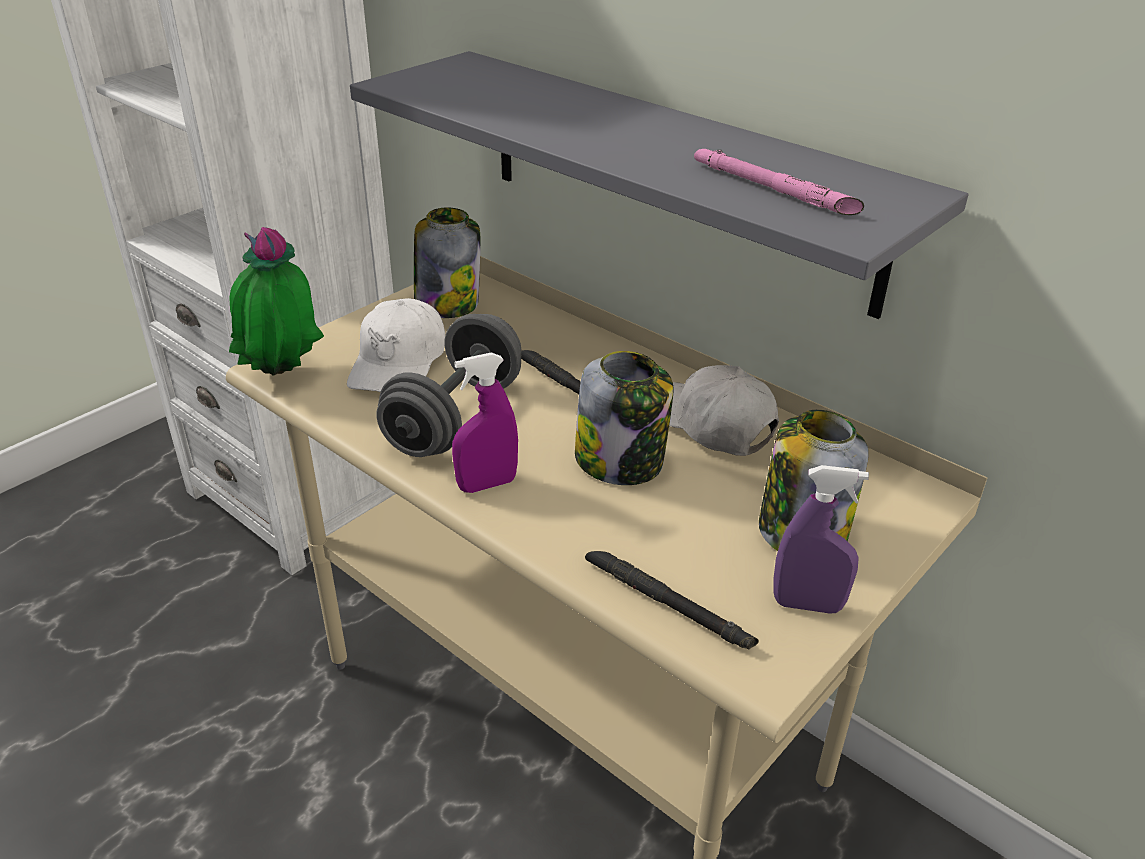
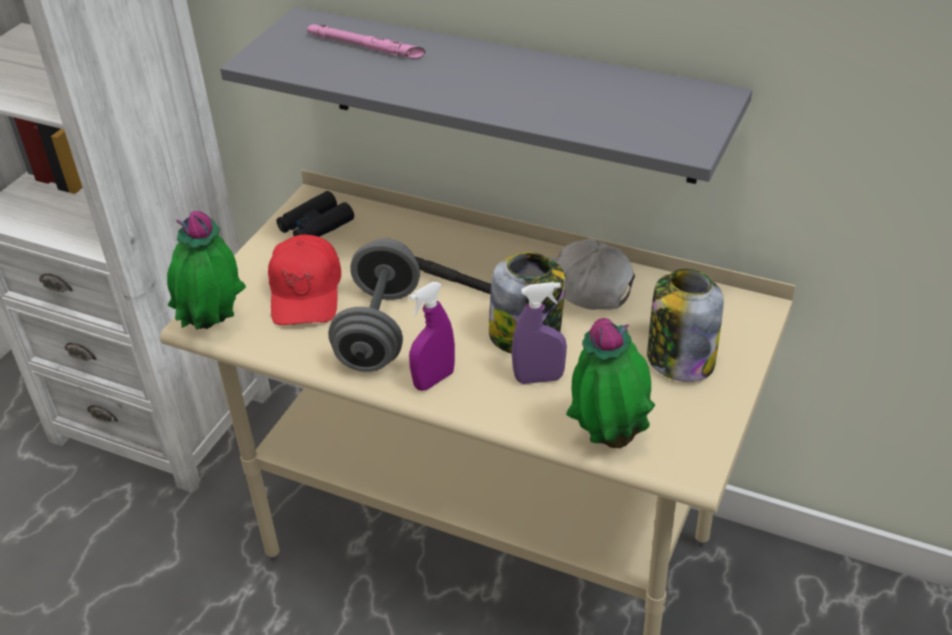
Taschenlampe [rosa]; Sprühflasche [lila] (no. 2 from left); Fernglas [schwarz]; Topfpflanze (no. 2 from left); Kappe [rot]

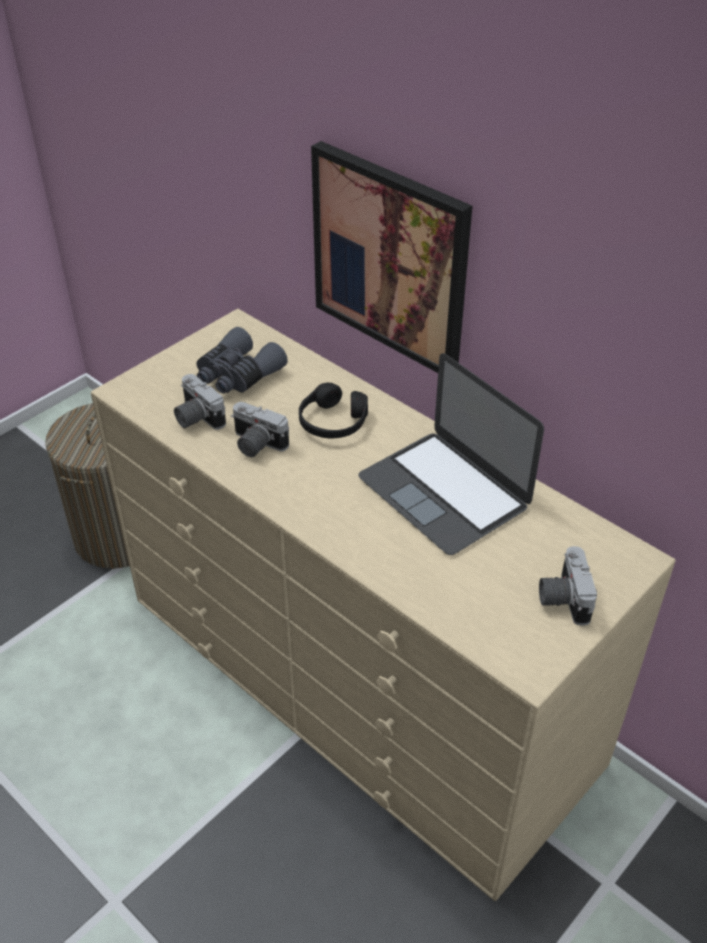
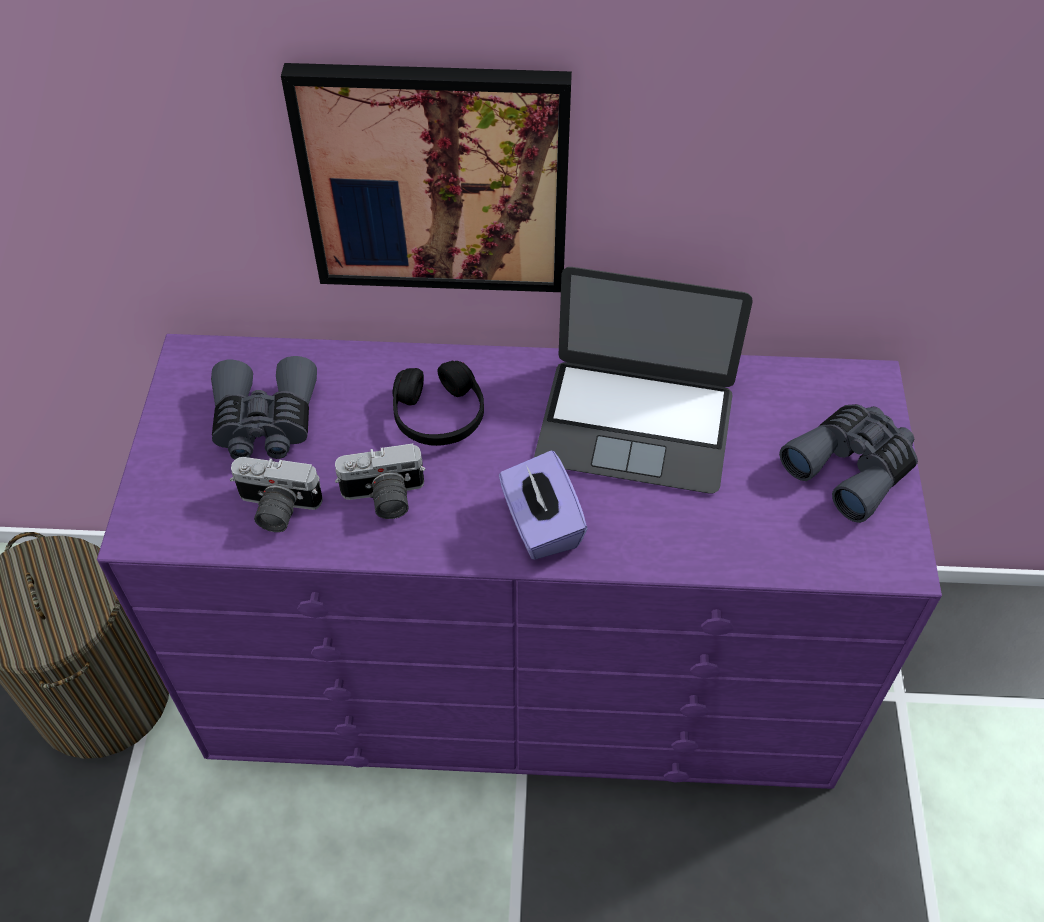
Taschentuchbox [lila]; Fernglas [grau] (no. 2 from left); Kommode [lila]

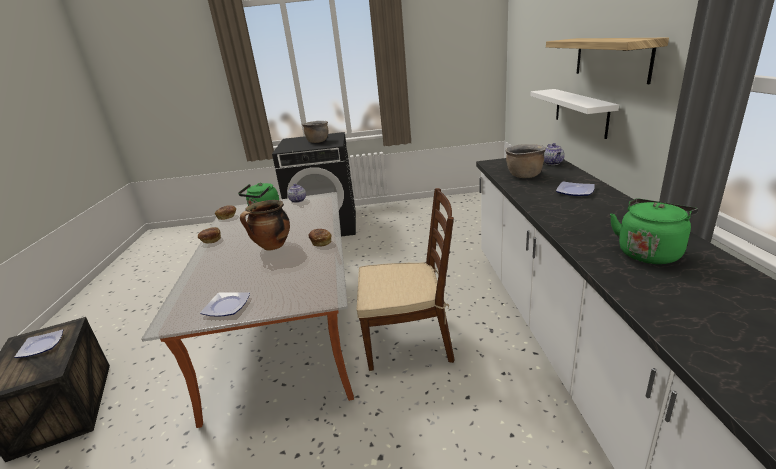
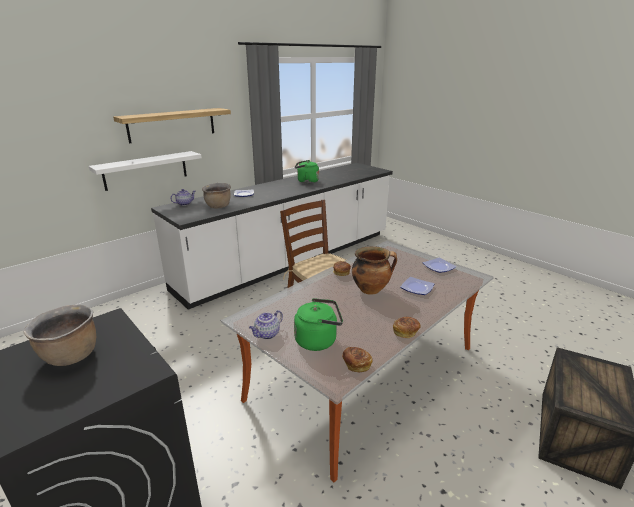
Teller (no. 2 from left)

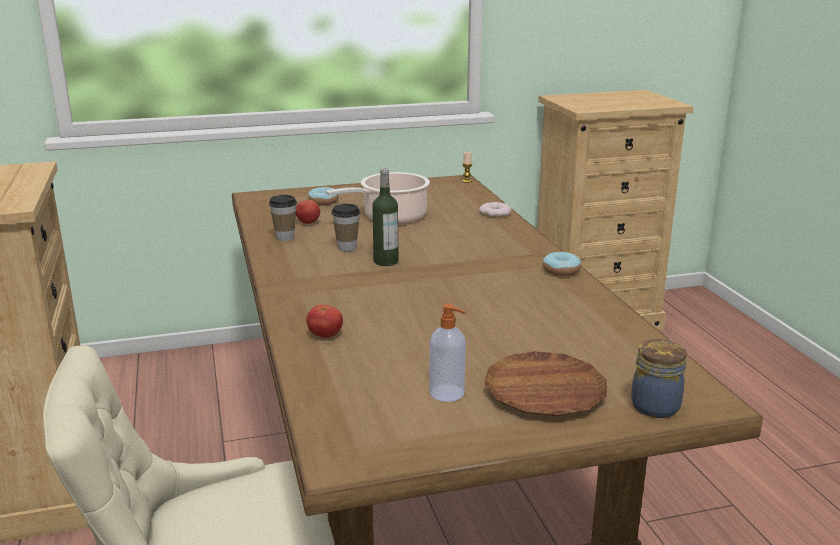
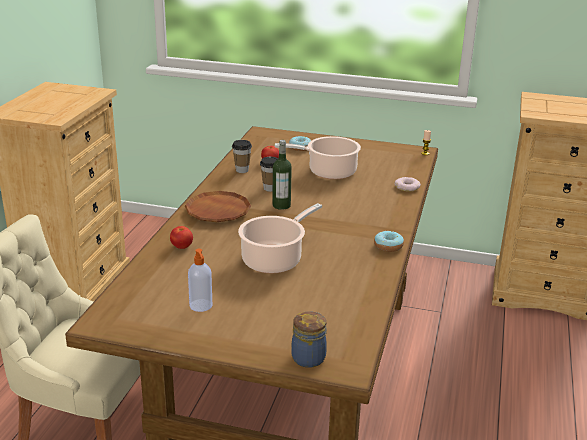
Kochtopf (no. 1 from left); Teller [braun]

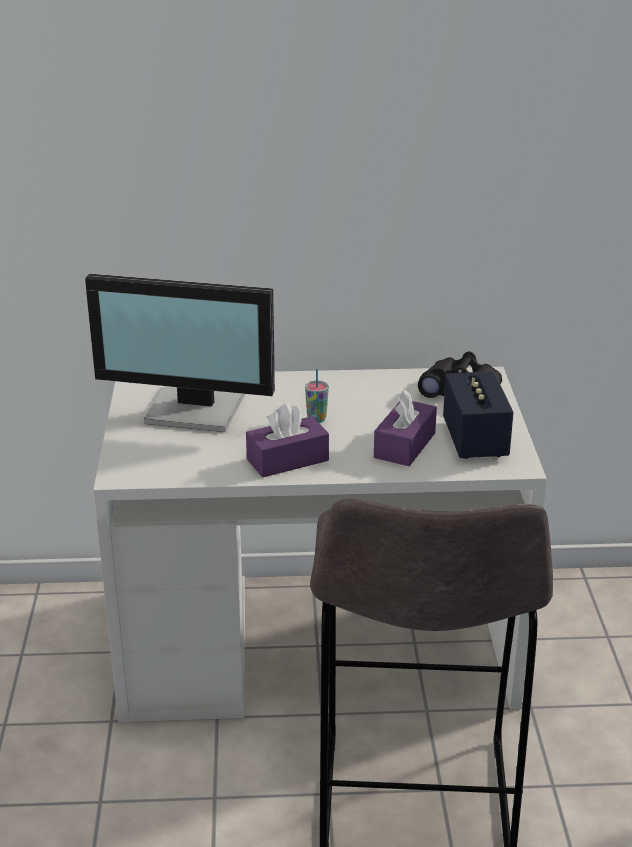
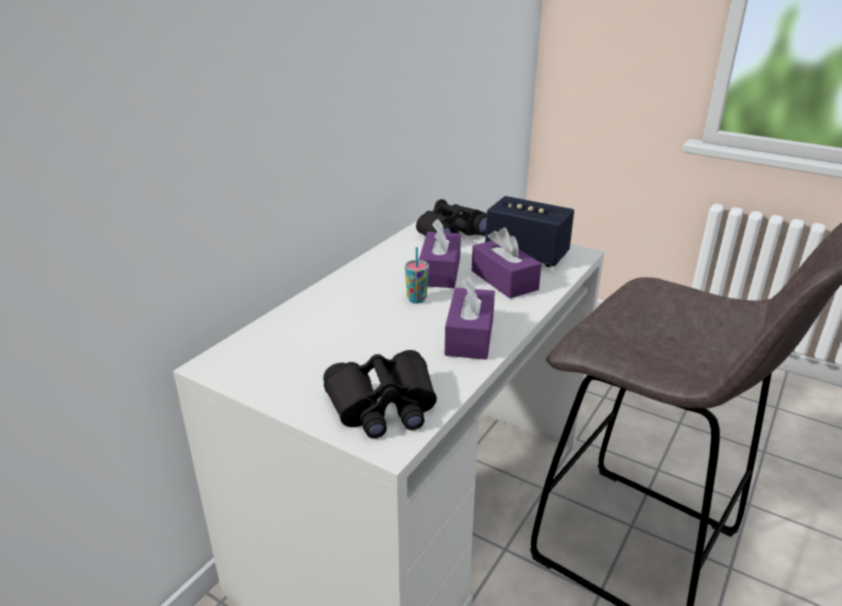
Monitor; Fernglas [schwarz] (no. 1 from left); Taschentuchbox [lila] (no. 1 from left)

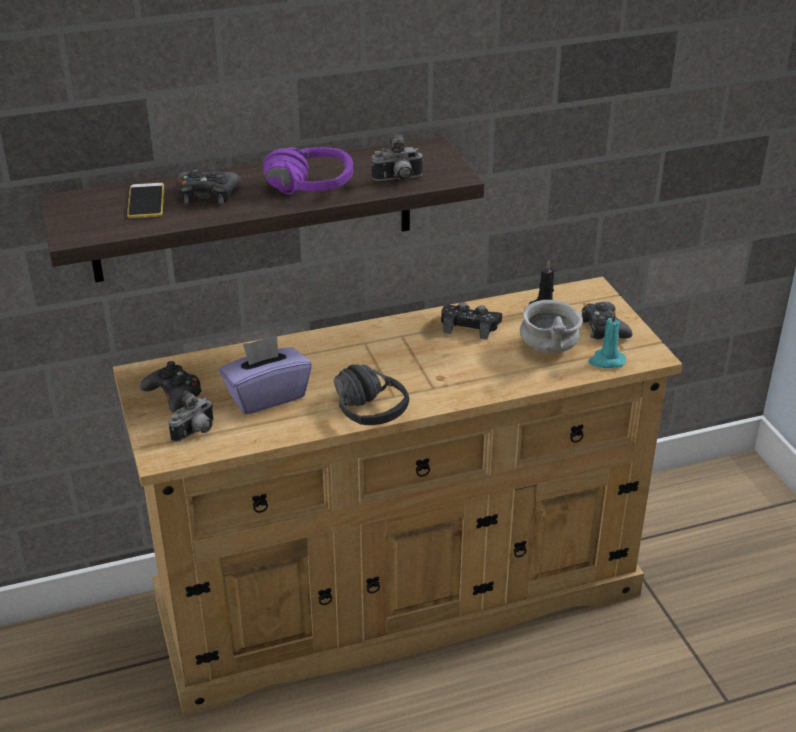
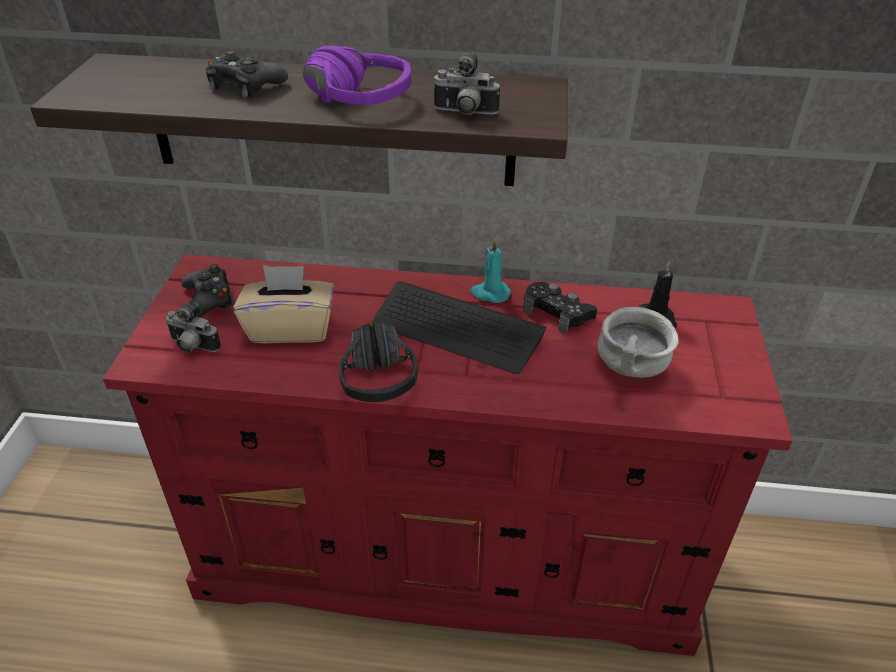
Handy; Gamepad [schwarz] (no. 4 from left in the first image); Tastatur; Kerze [türkis]; Kommode [rot]; Taschentuchbox [beige]; Kamera (no. 1 from left)

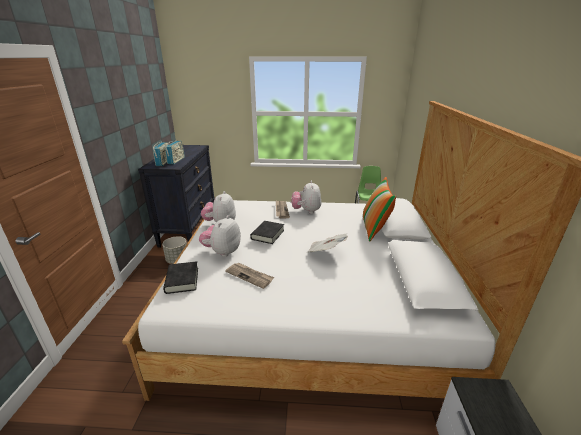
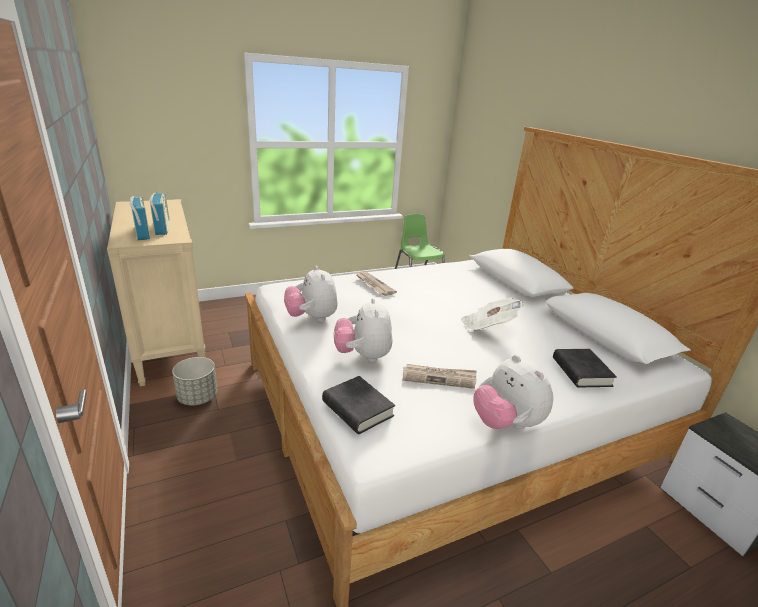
Kissen; Buch [schwarz] (no. 2 from left); Plüschtier (no. 3 from left); Kommode [beige]

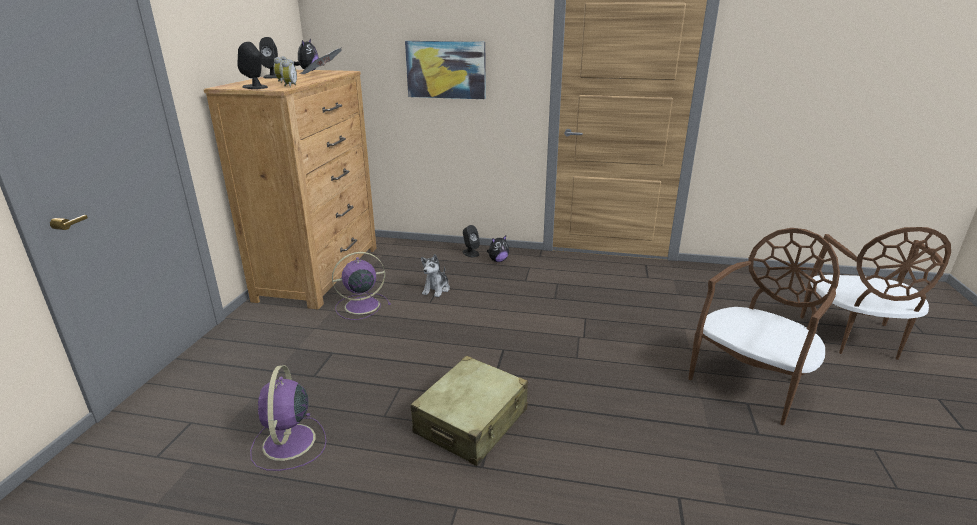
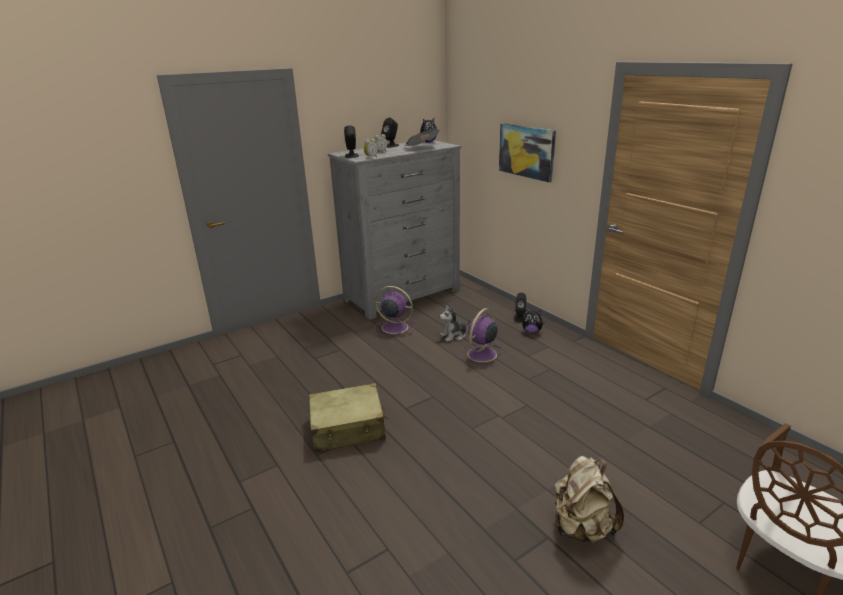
Ventilator [lila] (no. 2 from left); Rucksack [beige]; Kommode [grau]

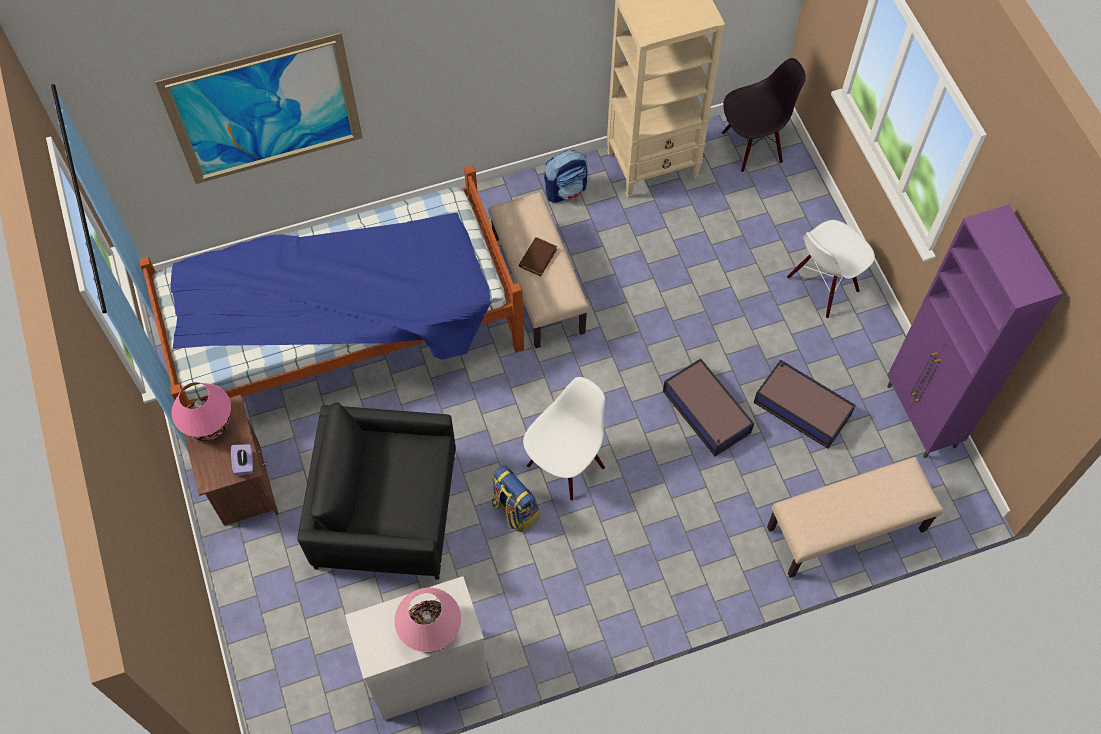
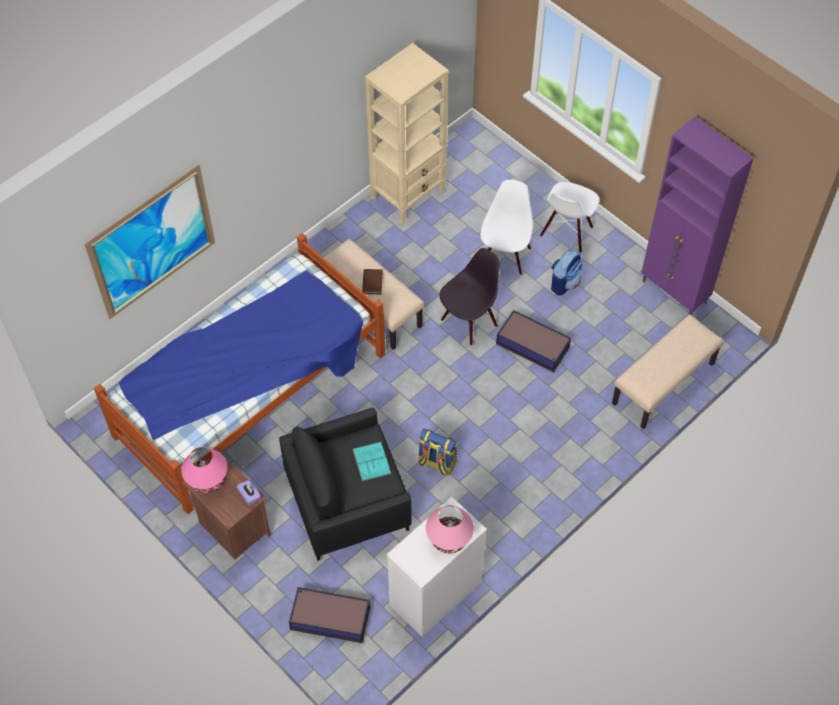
Buch [türkis]; Stuhl [weiß] (no. 1 from left); Rucksack (no. 2 from left); Stuhl [schwarz]; Aufbewahrungsbox (no. 1 from left)

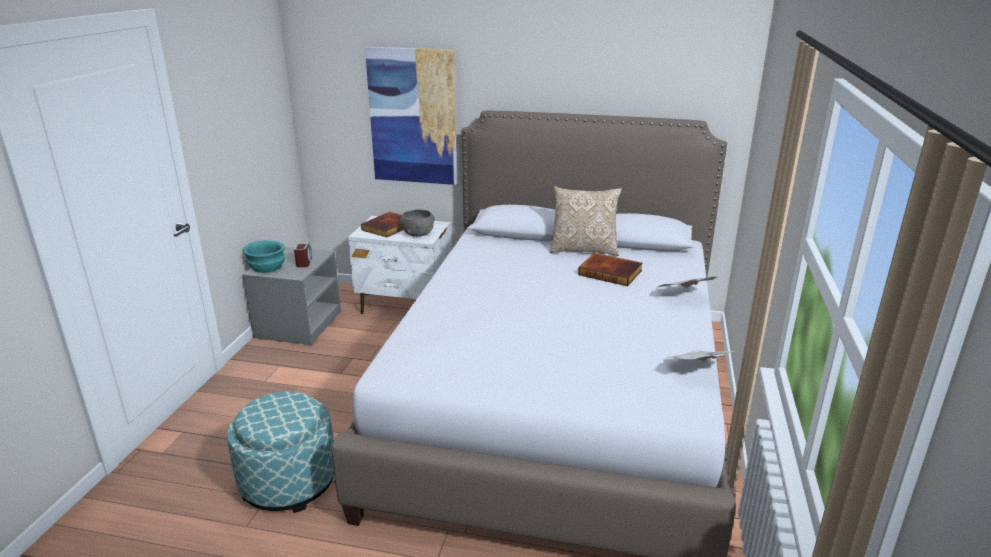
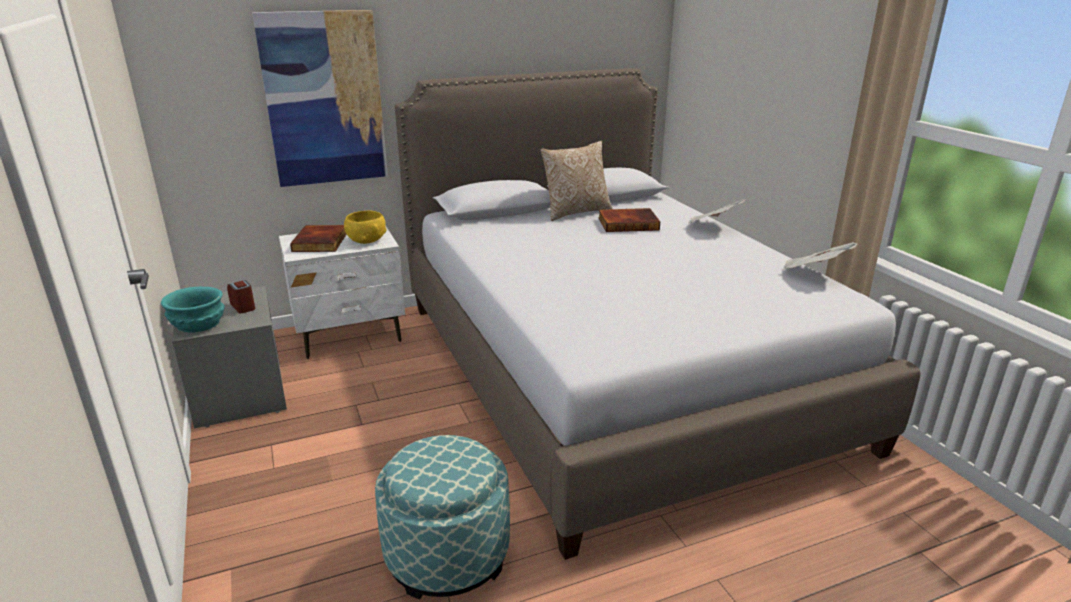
Schüssel [gelb]

